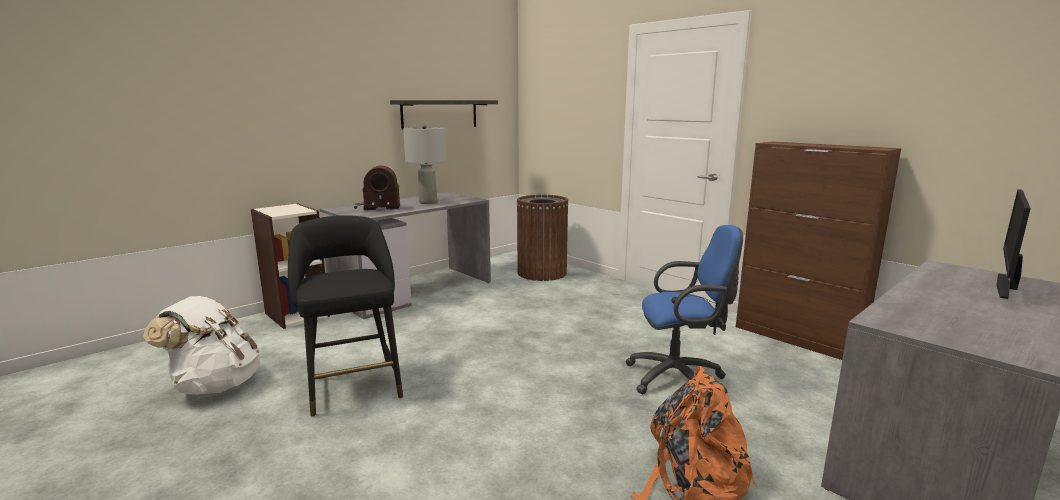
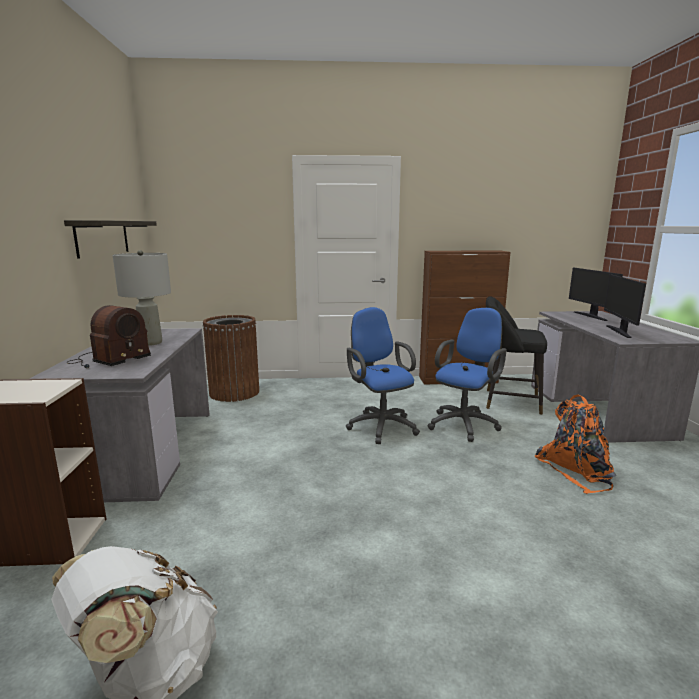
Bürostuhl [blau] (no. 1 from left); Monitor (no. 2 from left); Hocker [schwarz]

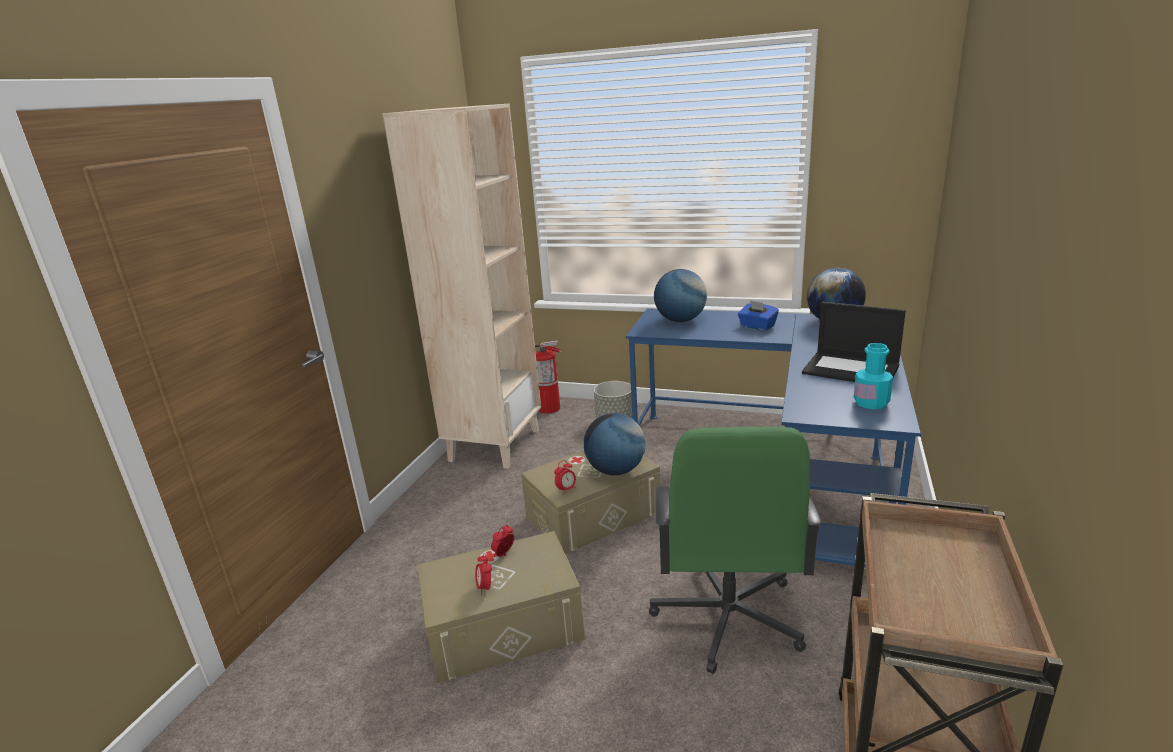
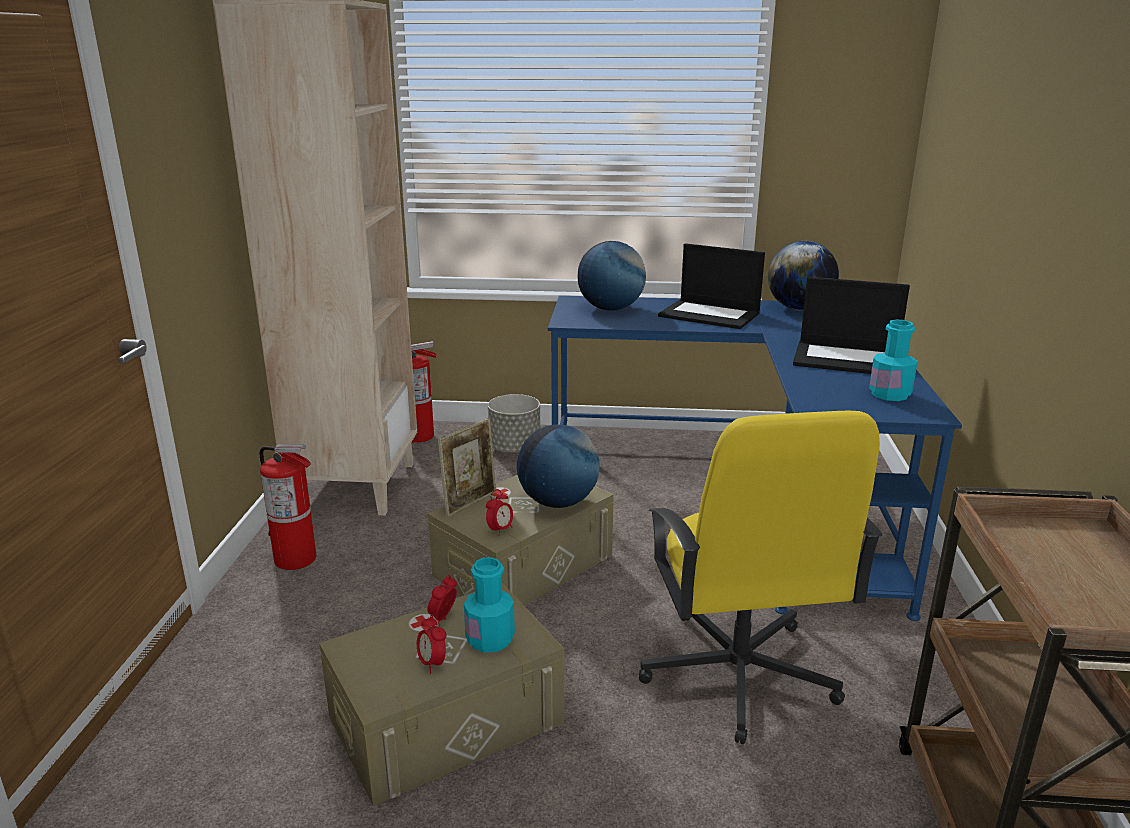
Feuerlöscher (no. 1 from left); Bilderrahmen; Flasche [türkis] (no. 1 from left); Laptop (no. 1 from left); Bürostuhl [gelb]

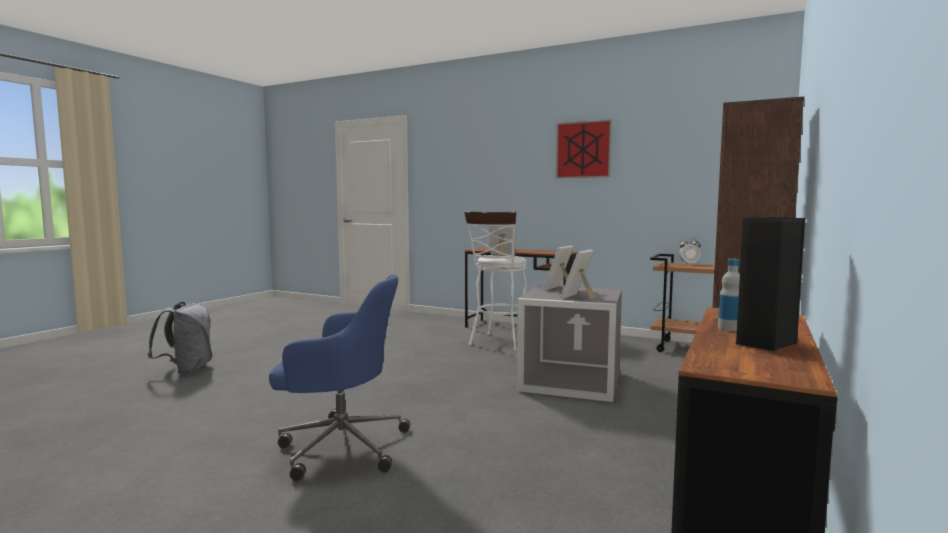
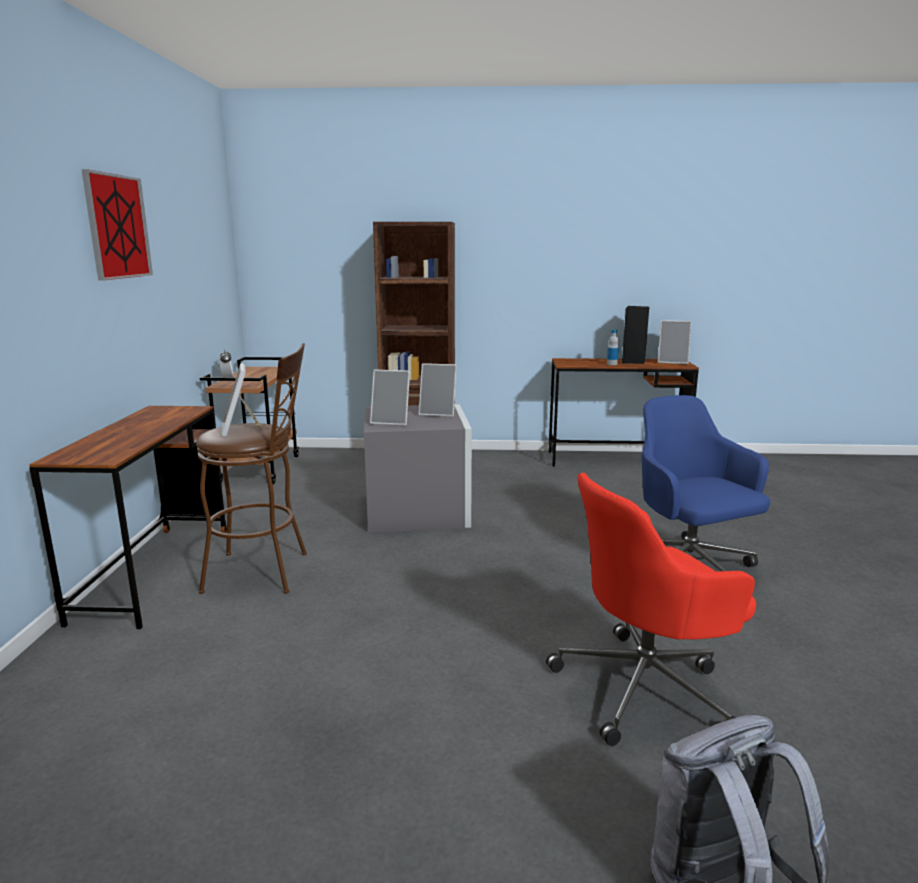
Bürostuhl [rot]; Bilderrahmen (no. 4 from left); Hocker [braun]

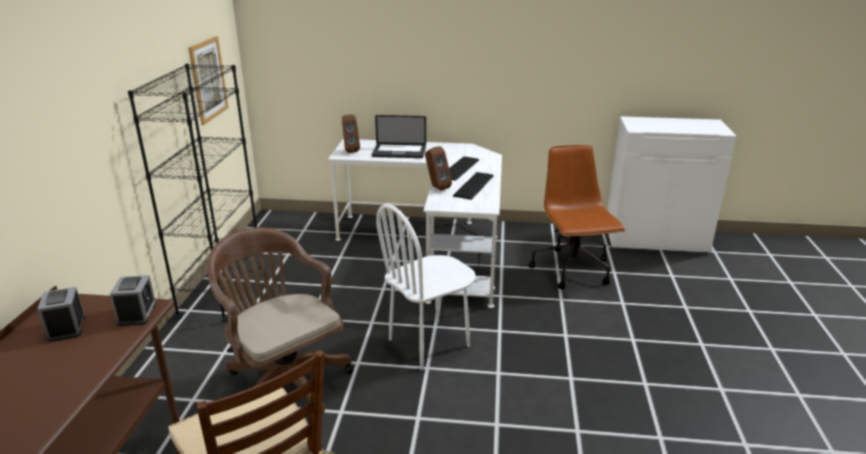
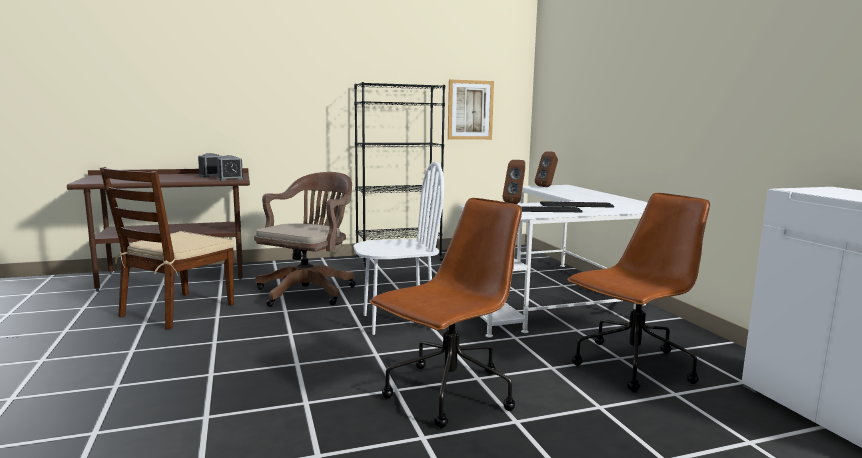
Laptop; Bürostuhl [braun] (no. 2 from left); Stuhl [weiß]

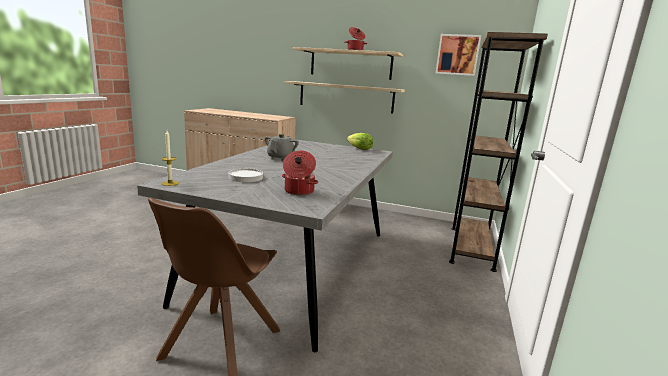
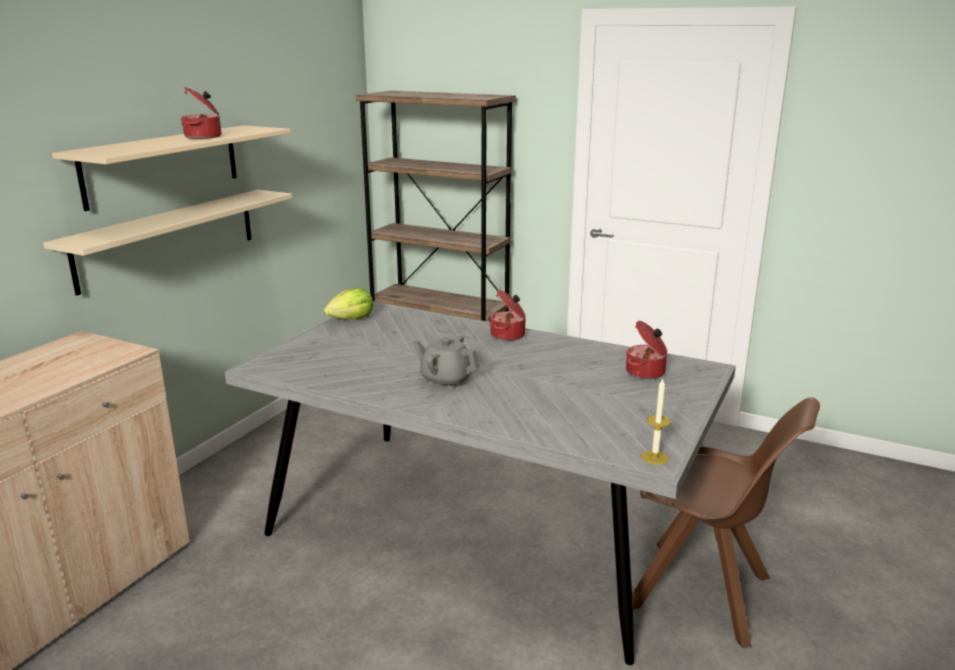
Teller [weiß]; Bild; Kochtopf (no. 2 from left)

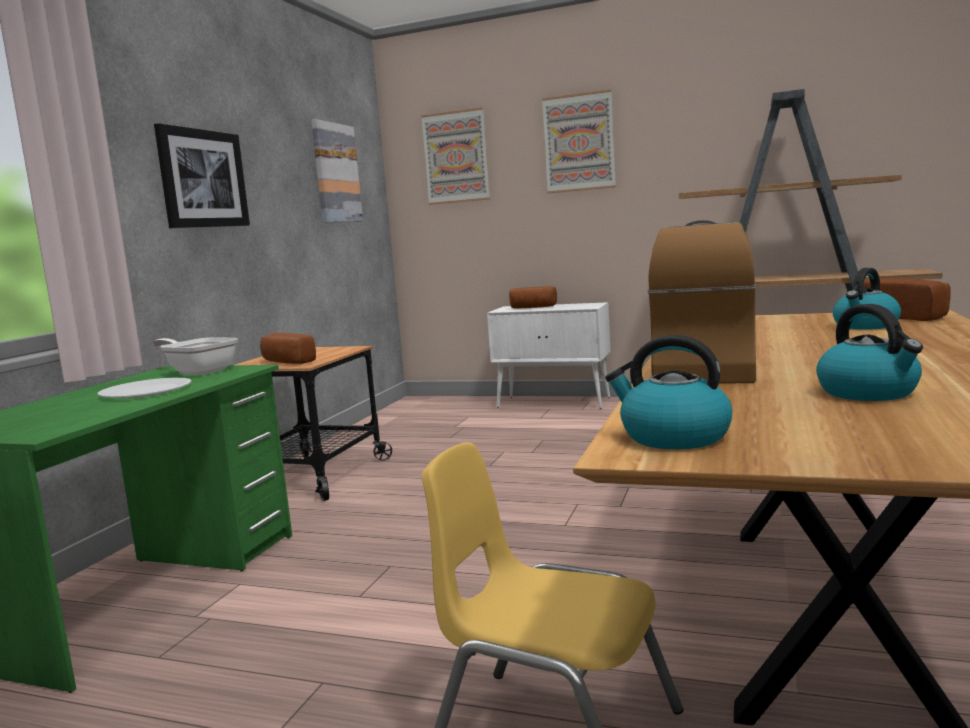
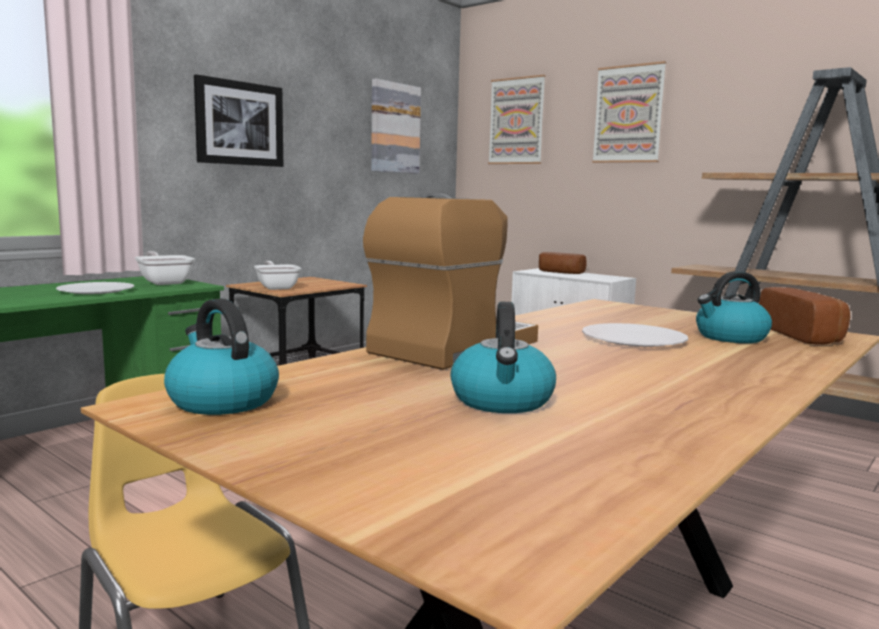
Teller [weiß] (no. 2 from left); Pfanne (no. 2 from left)

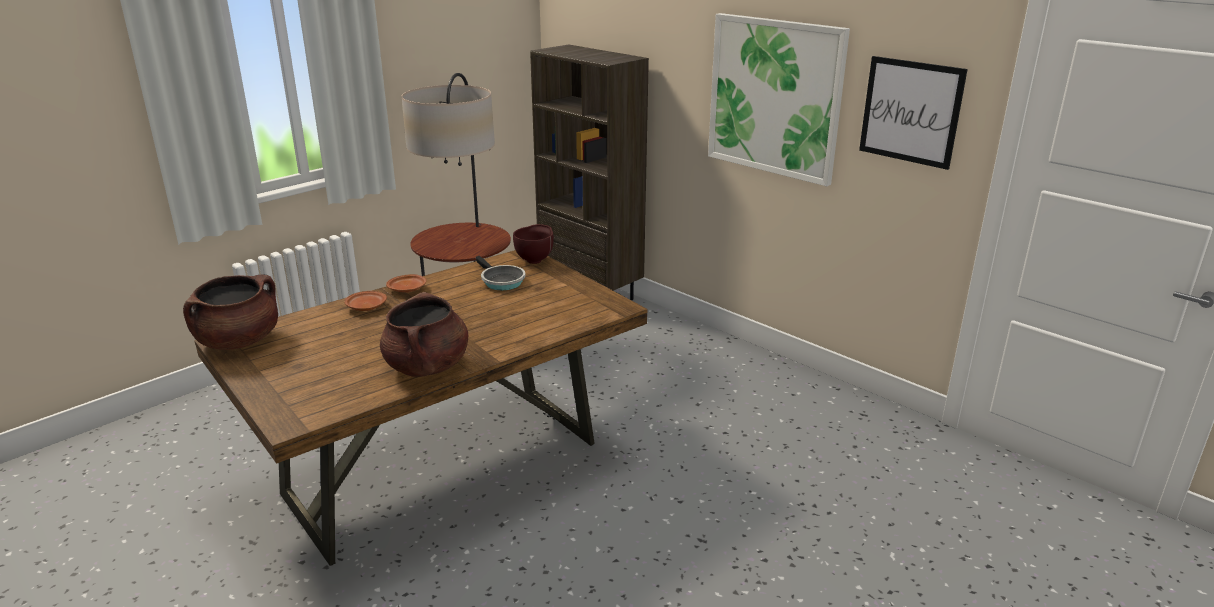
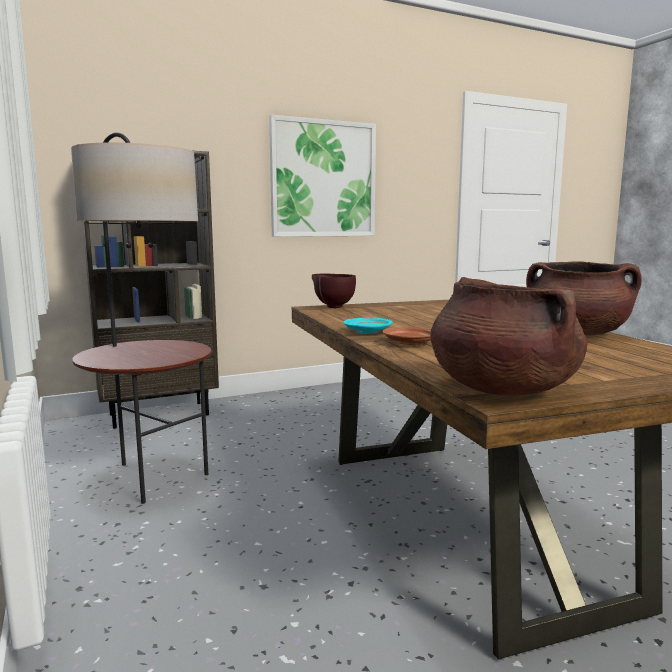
Pfanne; Bild (no. 2 from left in the first image); Teller [türkis]

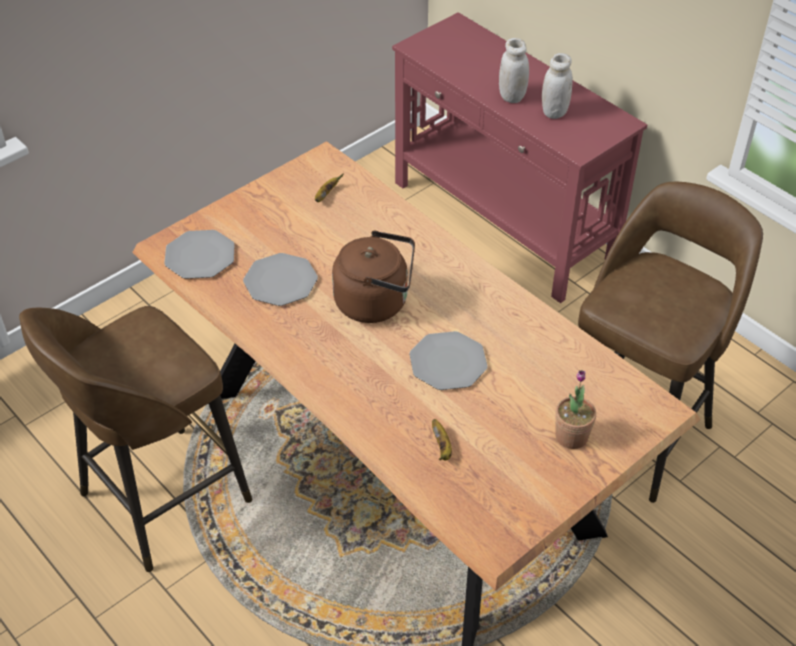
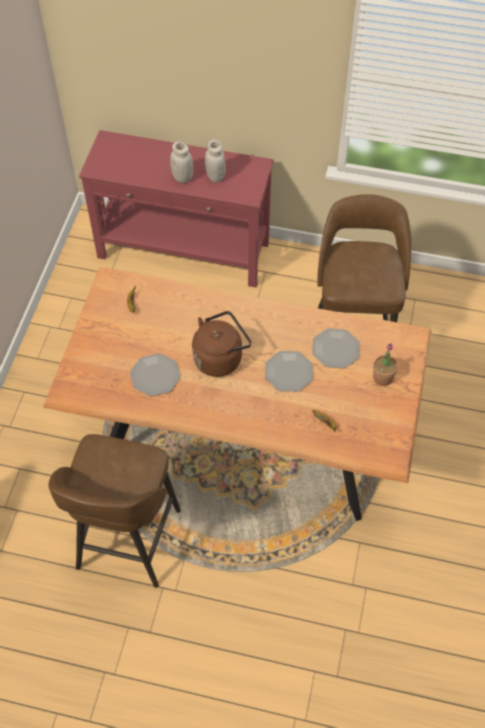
Teller (no. 3 from left)

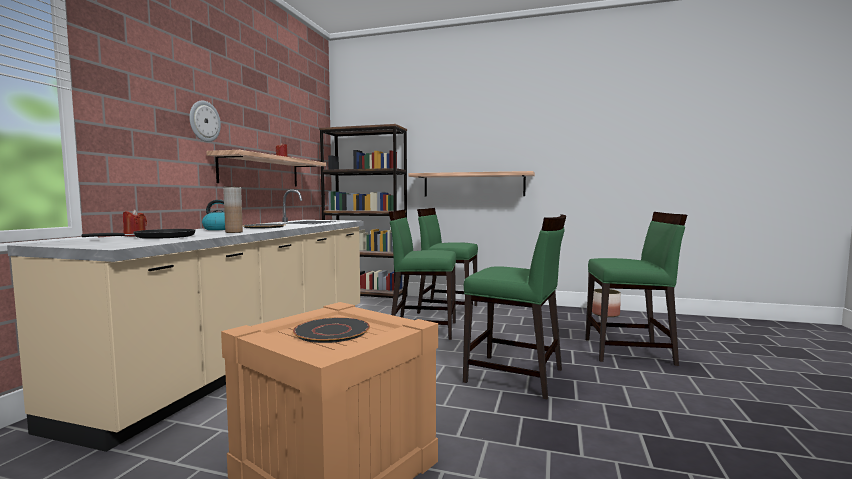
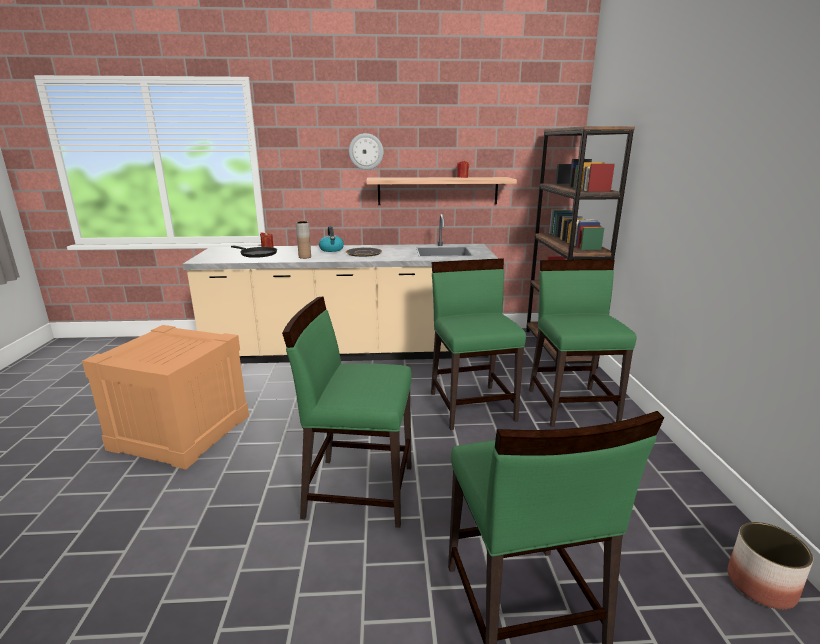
Teller [schwarz] (no. 2 from left in the first image); Wandregal (no. 2 from left in the first image); Stuhl [grün] (no. 1 from left)

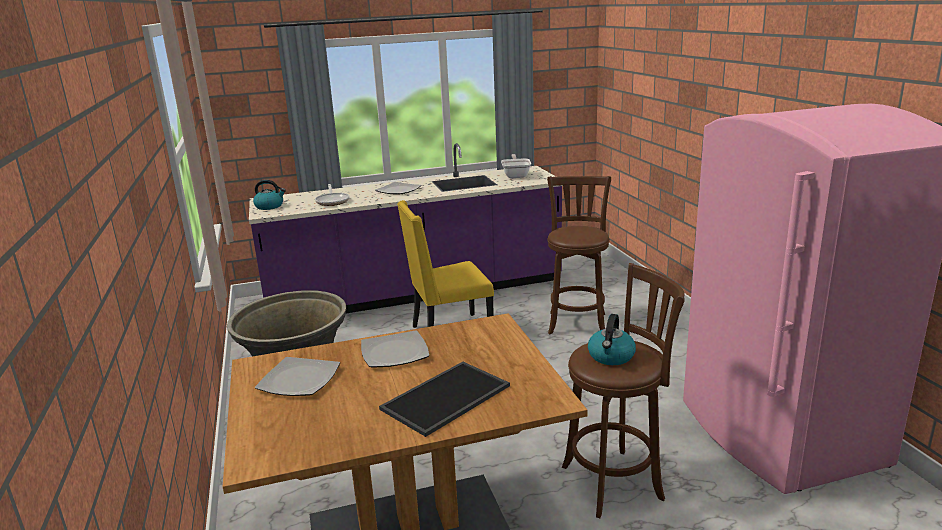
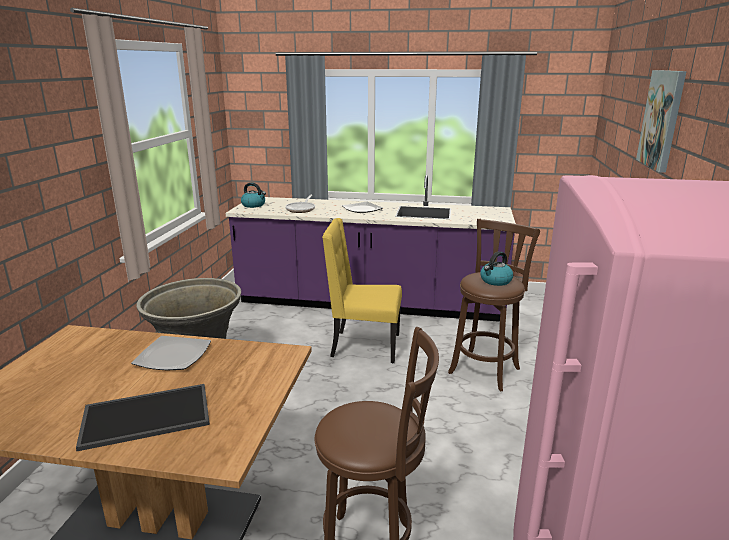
Teller (no. 1 from left in the first image); Pfanne (no. 2 from left in the first image); Bild; Wasserkessel (no. 2 from left)

